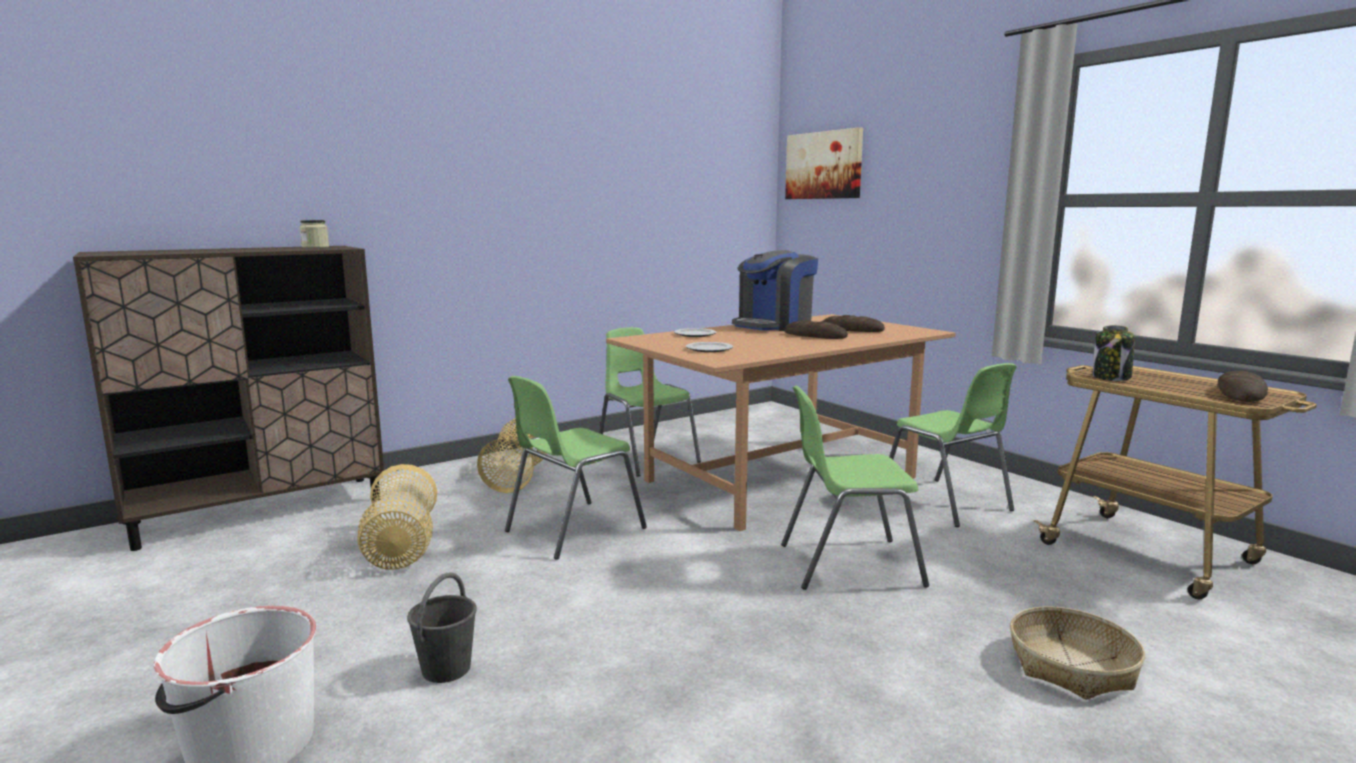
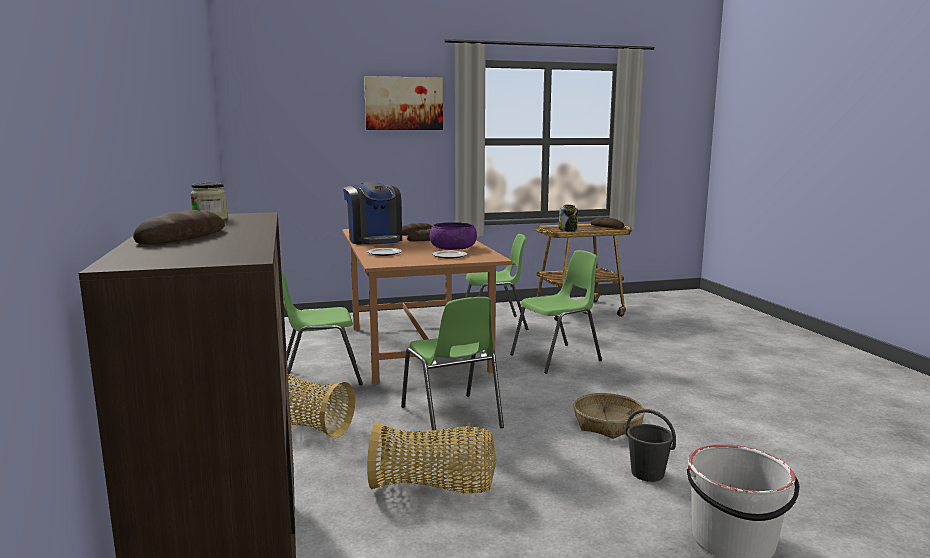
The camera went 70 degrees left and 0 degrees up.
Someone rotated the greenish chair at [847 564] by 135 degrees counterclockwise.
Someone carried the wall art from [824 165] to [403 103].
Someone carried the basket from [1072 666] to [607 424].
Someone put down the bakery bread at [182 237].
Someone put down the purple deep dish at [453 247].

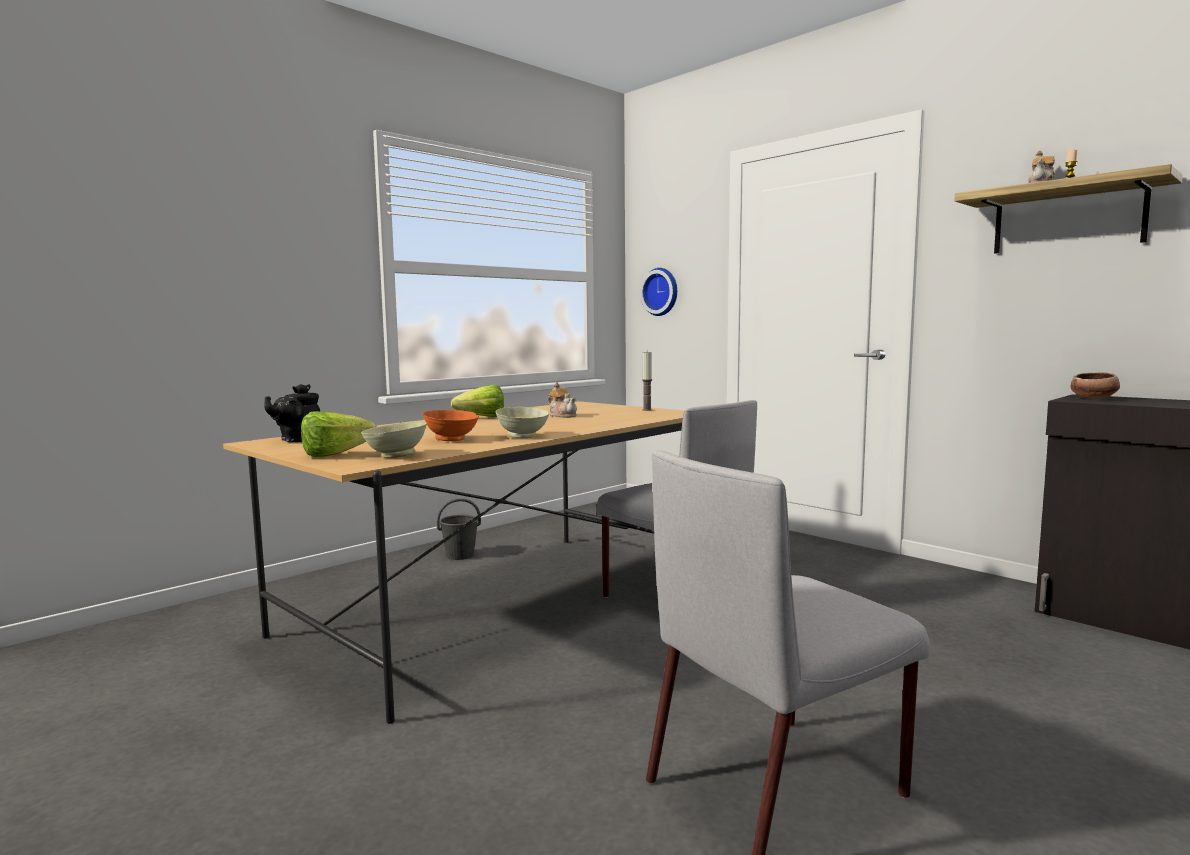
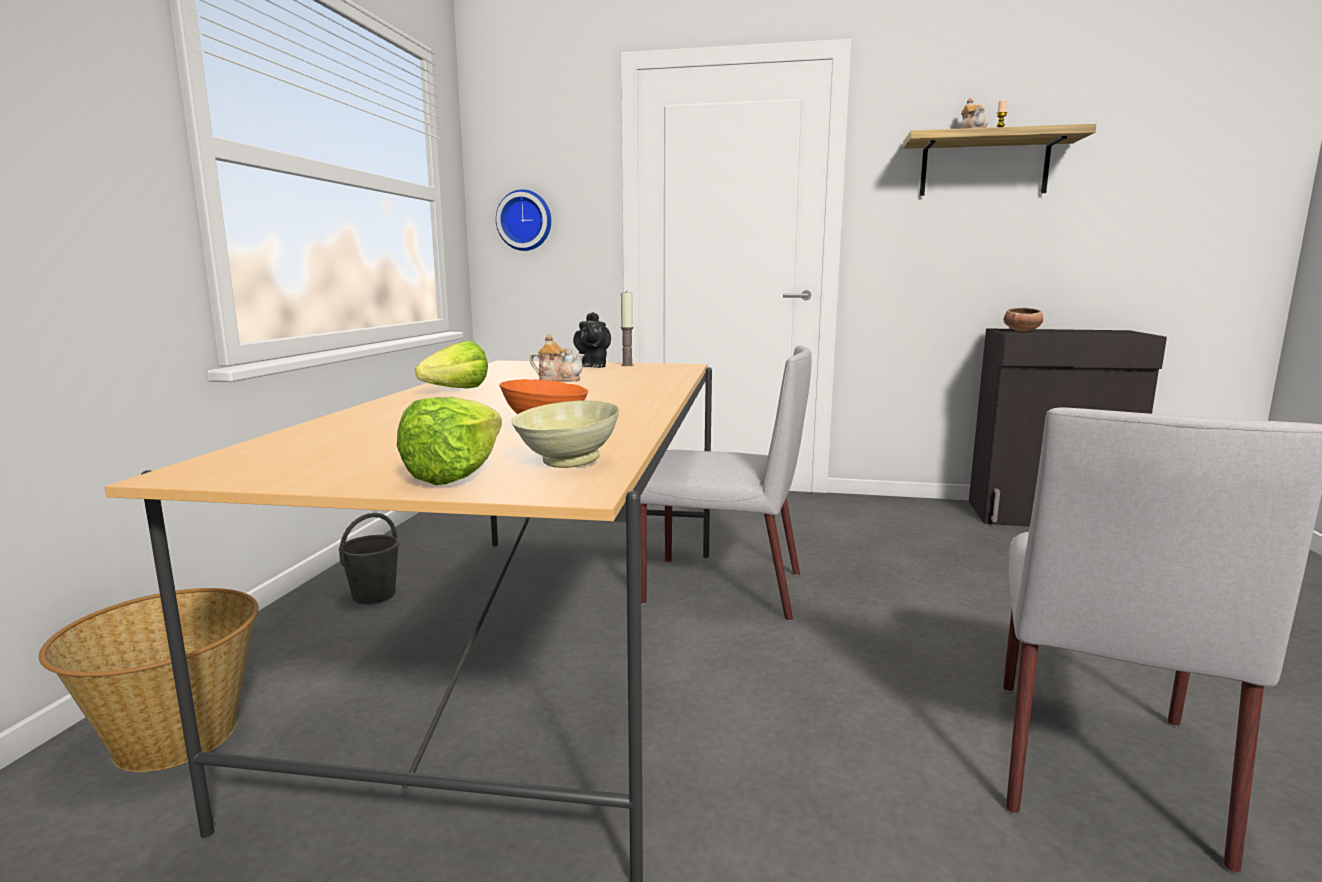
The camera went 35 degrees left and 5 degrees up.
Someone carried the black teapot from [297 440] to [592 366].
Someone took away the beige-coloured deep dish at [522 436].
Someone put down the basket at [175 738].

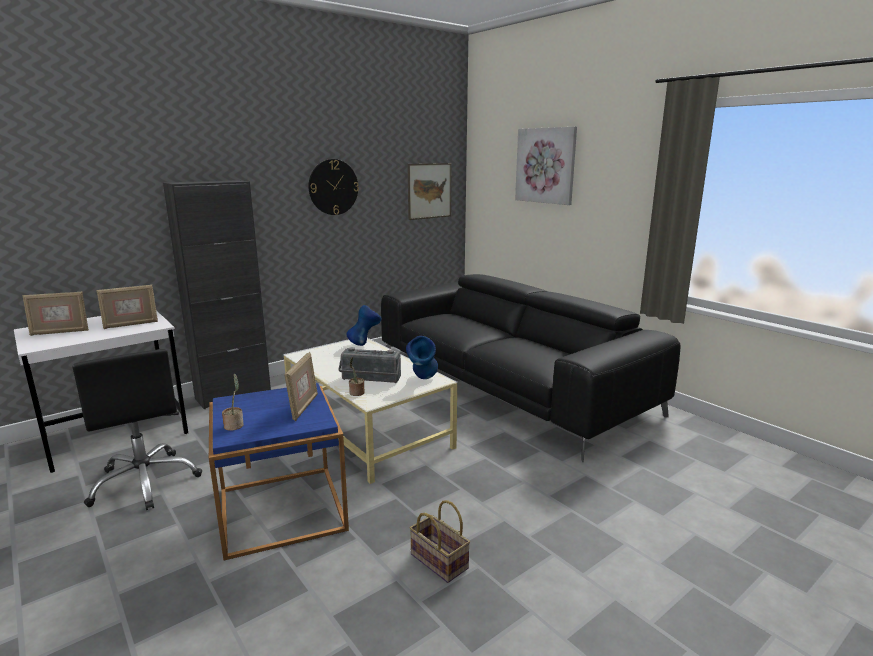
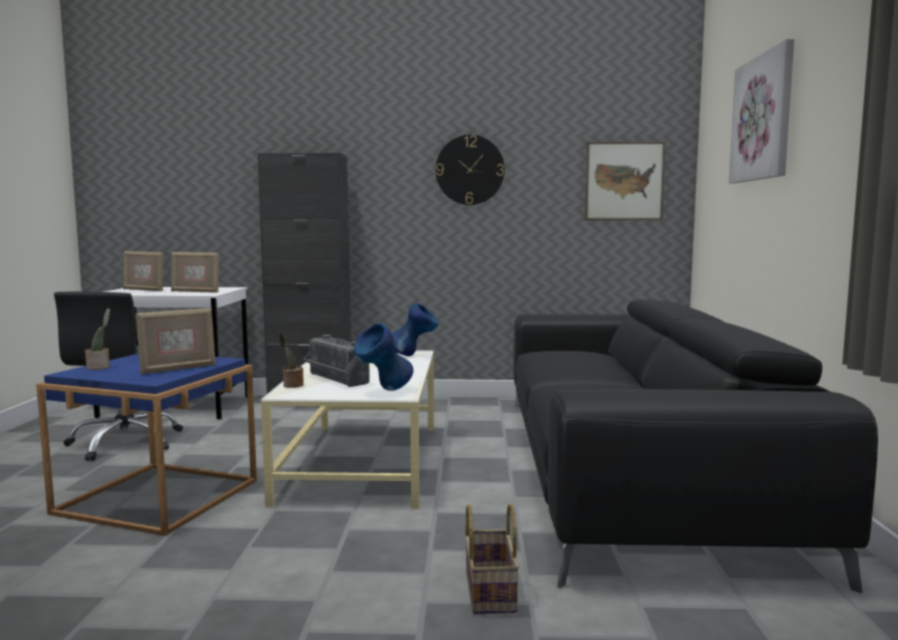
The camera went 40 degrees right and 10 degrees down.
Someone carried the basket from [437 561] to [488 590].

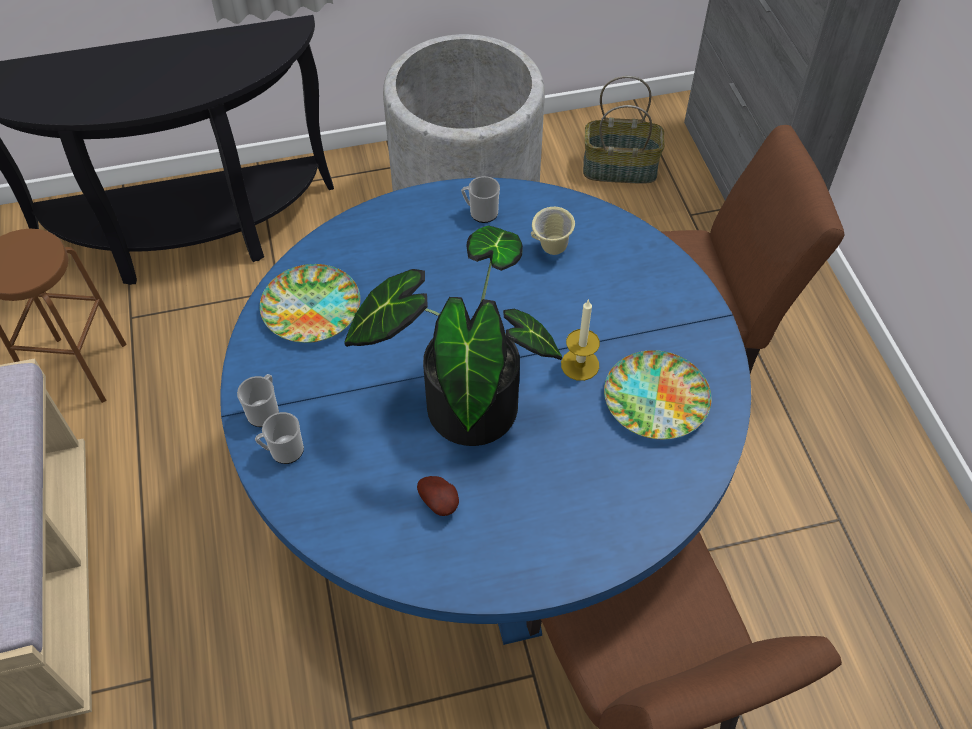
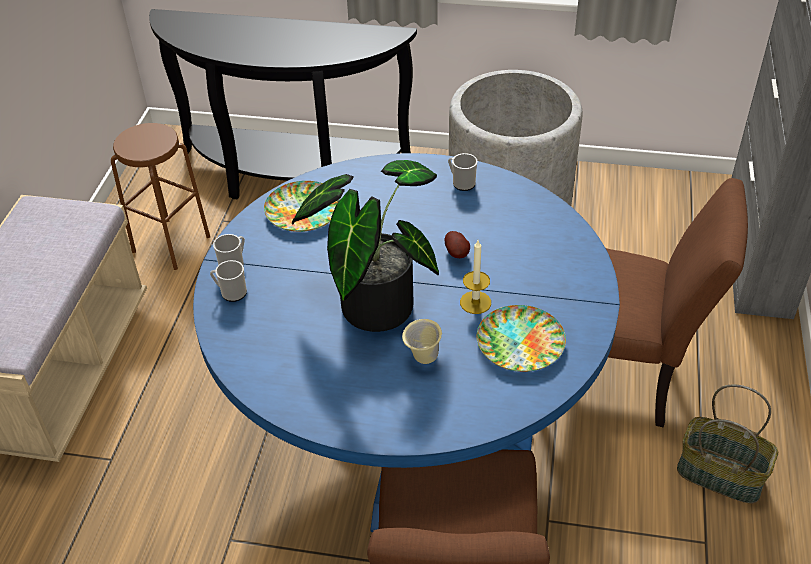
The camera went 25 degrees right and 10 degrees down.
Someone carried the whole potato from [440 502] to [457 254].
Someone carried the beige-coloured mug from [551 250] to [422 359].
Someone carried the basket from [620 168] to [721 474].

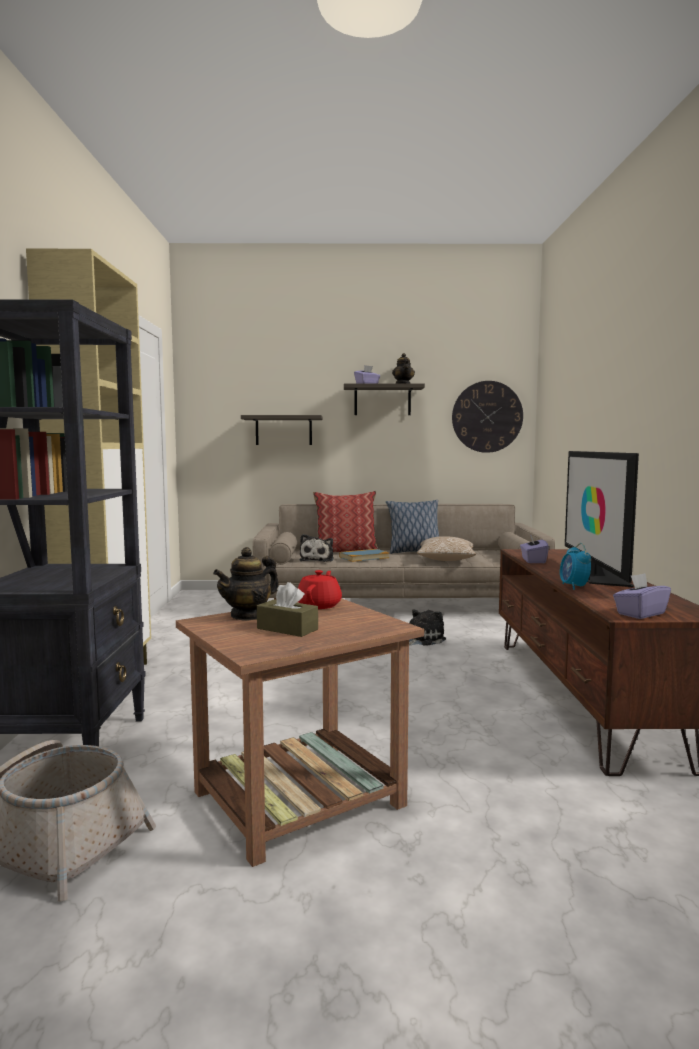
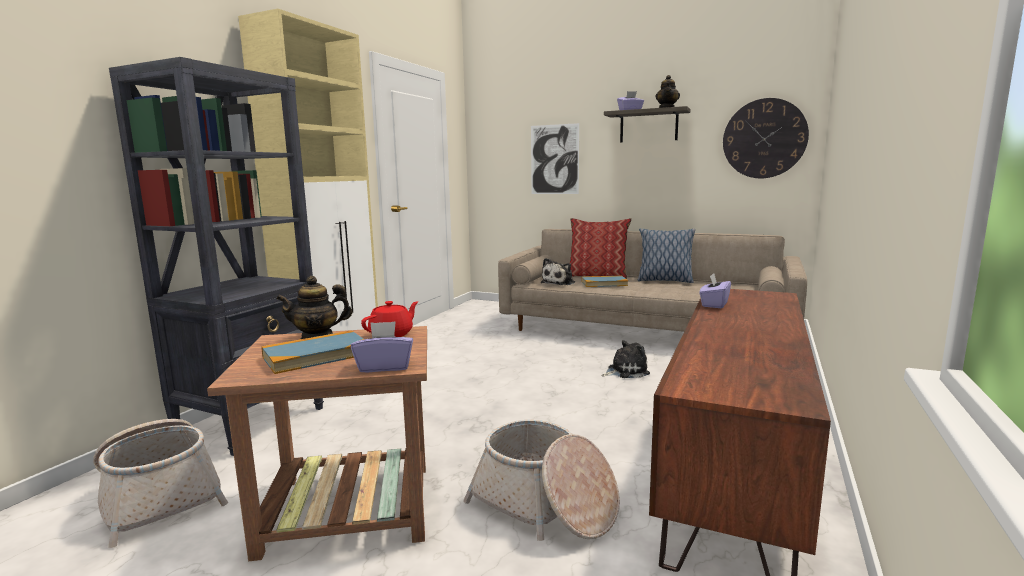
The camera went 25 degrees right and 5 degrees up.
Someone swapped the wall shelf at [283 430] for the wall art at [554 159].
Someone swapped the brown-coloured box of tissues at [287 629] for the volume at [316 356].
Someone took away the pillow at [446 560].
Someone took away the bedside clock at [574 587].
Someone took away the TV set at [595 575].
Someone carried the purple box of tissues from [640 614] to [385 366].
Someone put down the basket at [545 505].

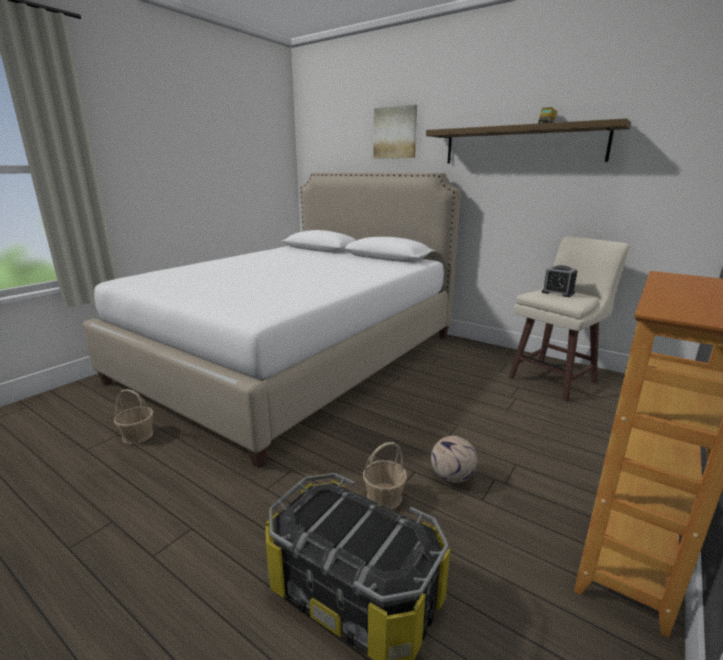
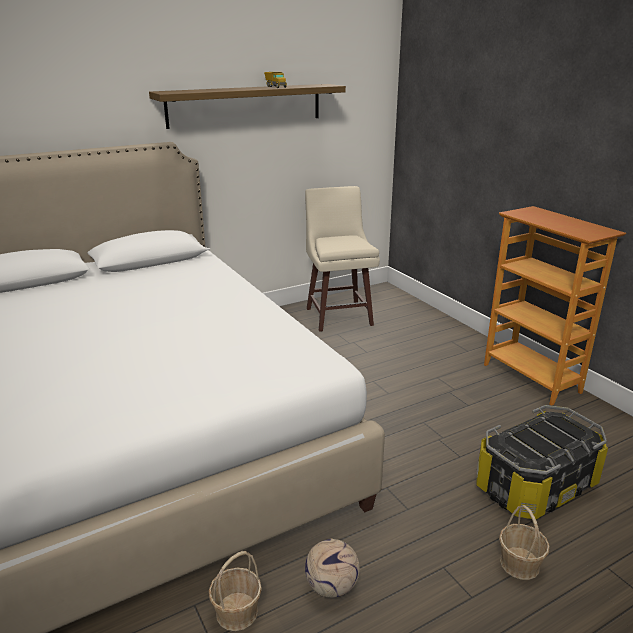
The camera went 65 degrees left and 5 degrees up.
Someone carried the basket from [384 497] to [519 563].
Someone took away the wall art at [395 133].
Someone carried the ball for football from [451 476] to [330 587].
Someone took away the bedside clock at [558 293].

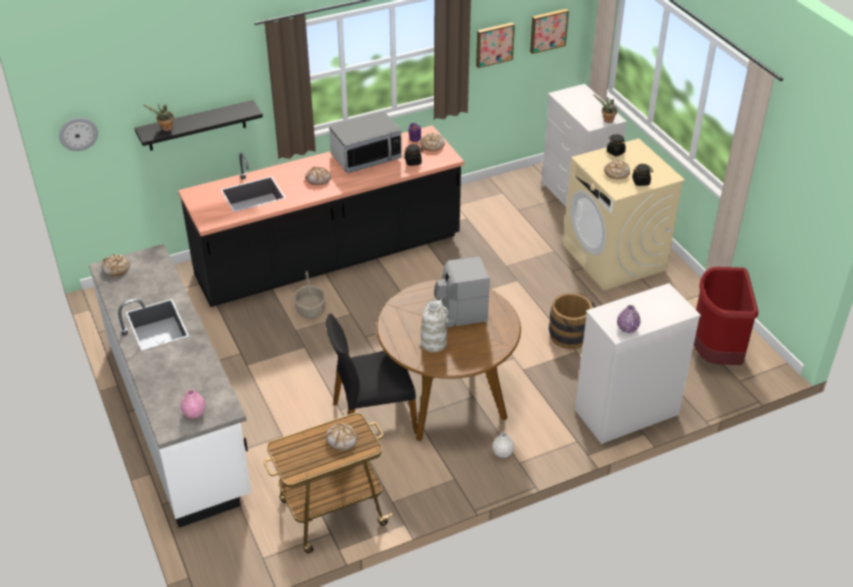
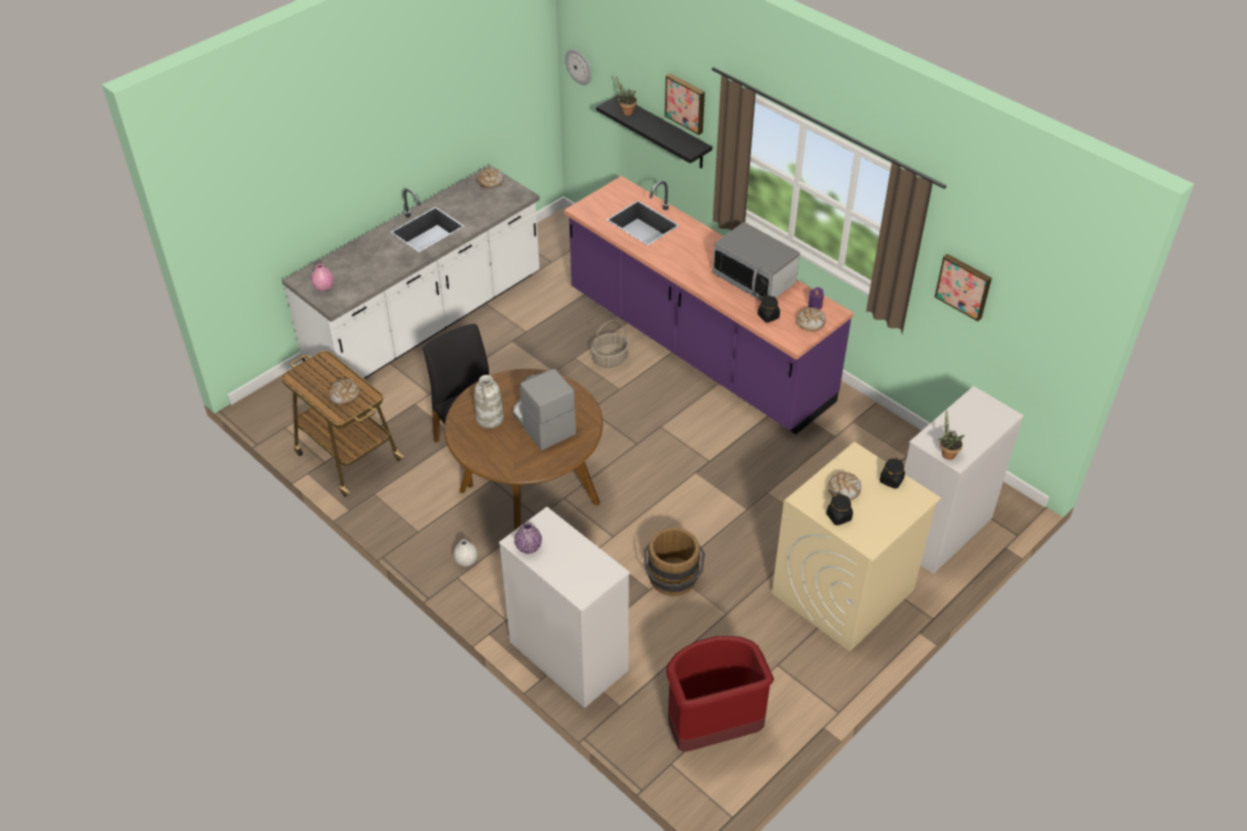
The camera went 70 degrees right and 5 degrees up.
Someone repainted the black kitchen base unit at [329 258], which became the purple kitchen base unit at [697 347].
Someone took away the bakery bread at [318 179].
Someone carried the wall art from [548 30] to [686 103].

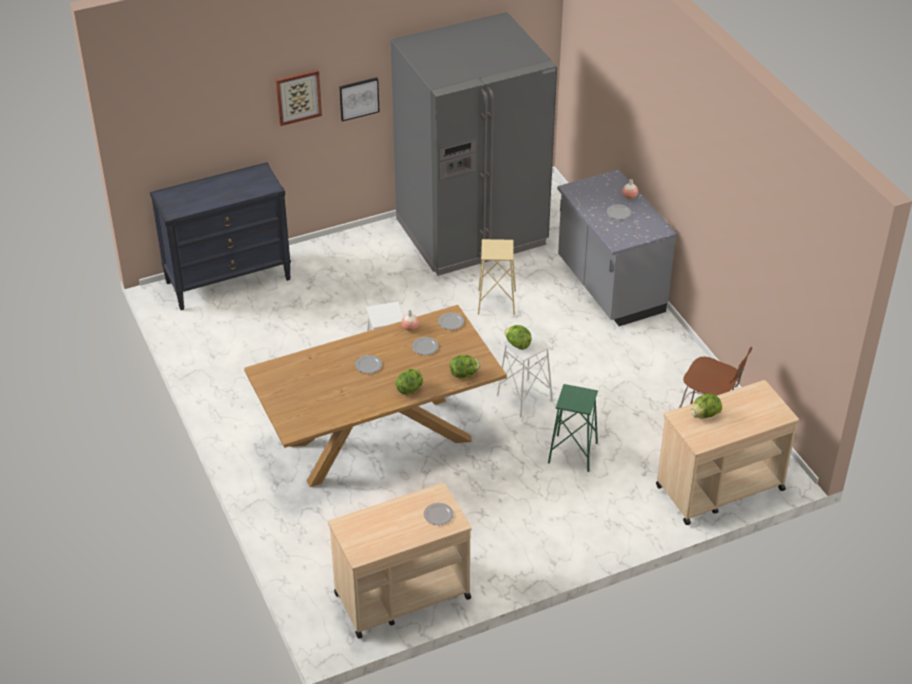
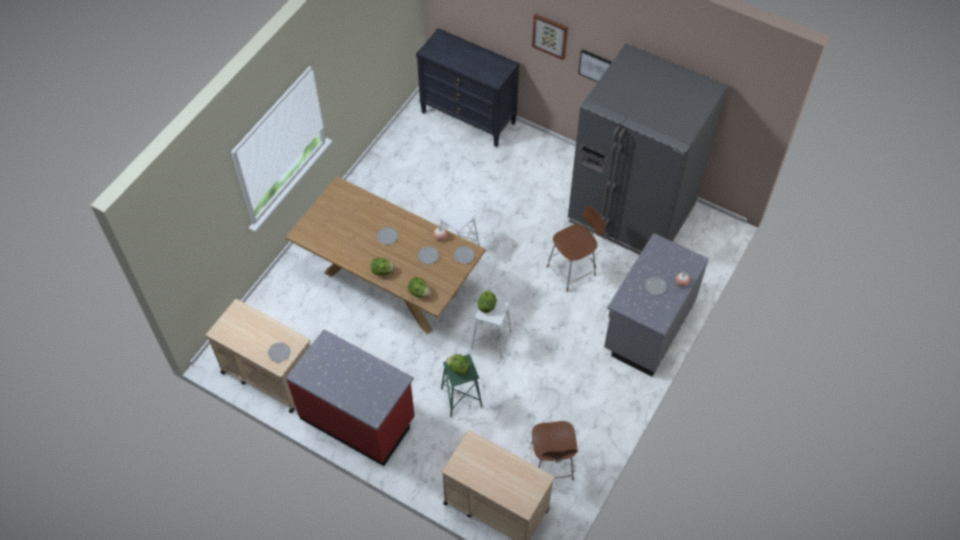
The camera went 55 degrees right and 15 degrees up.
Someone swapped the beige-coloured stool seat at [496 302] for the brown-coloured chair at [572 270].
Someone carried the lettuce from [704 415] to [458 368].
Someone put down the red kitchen base unit at [358 418].

